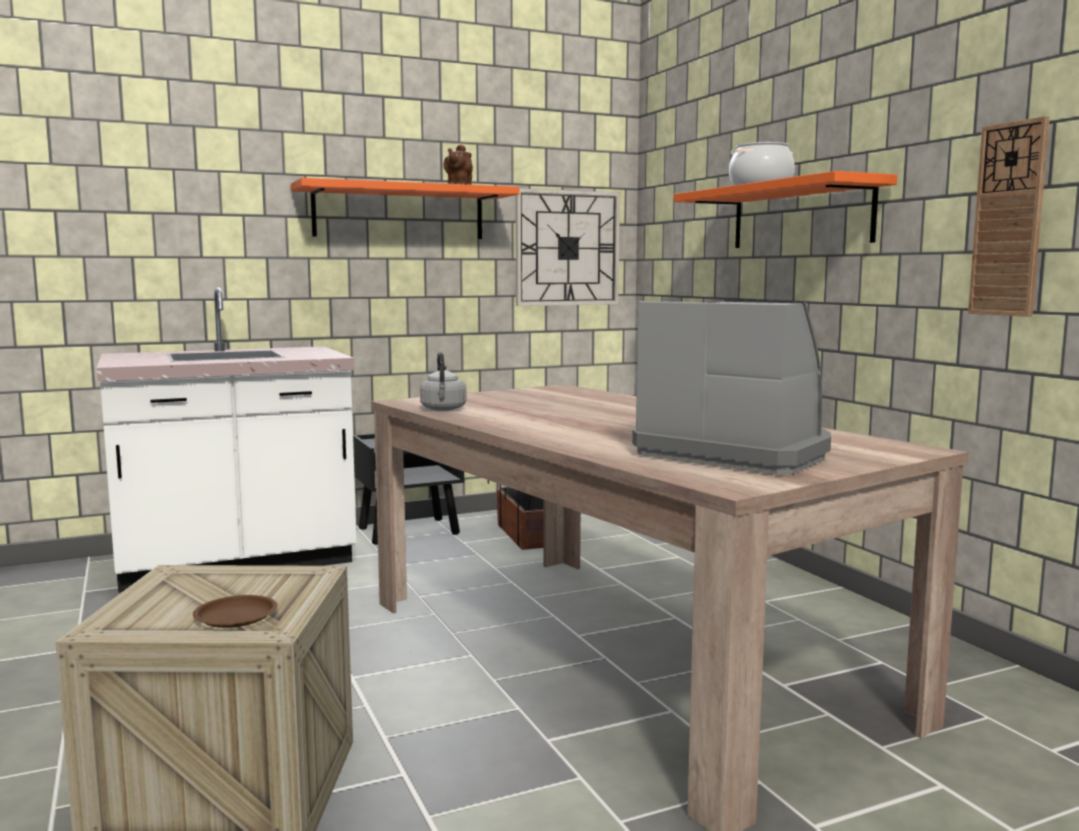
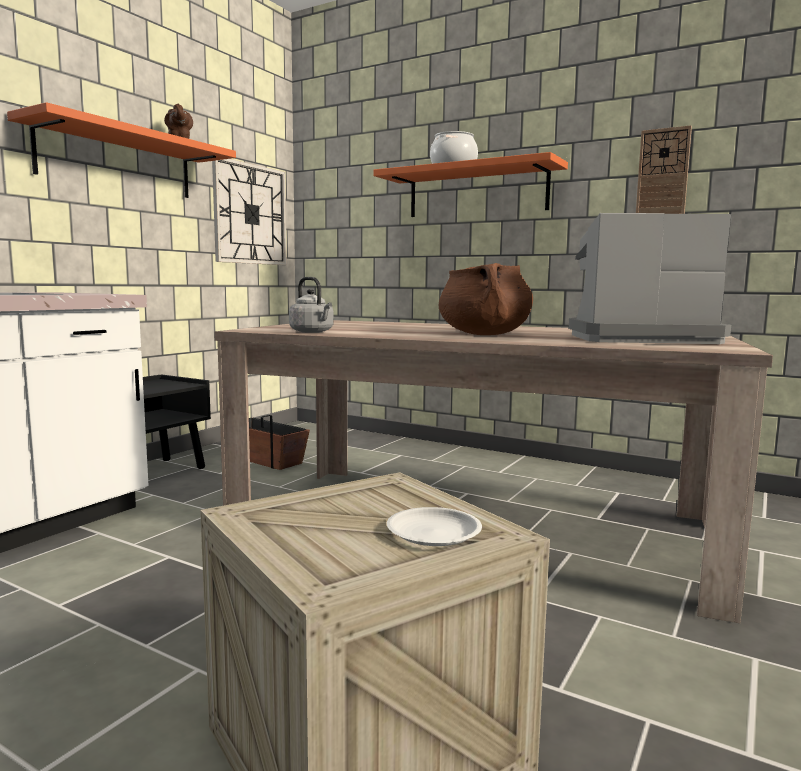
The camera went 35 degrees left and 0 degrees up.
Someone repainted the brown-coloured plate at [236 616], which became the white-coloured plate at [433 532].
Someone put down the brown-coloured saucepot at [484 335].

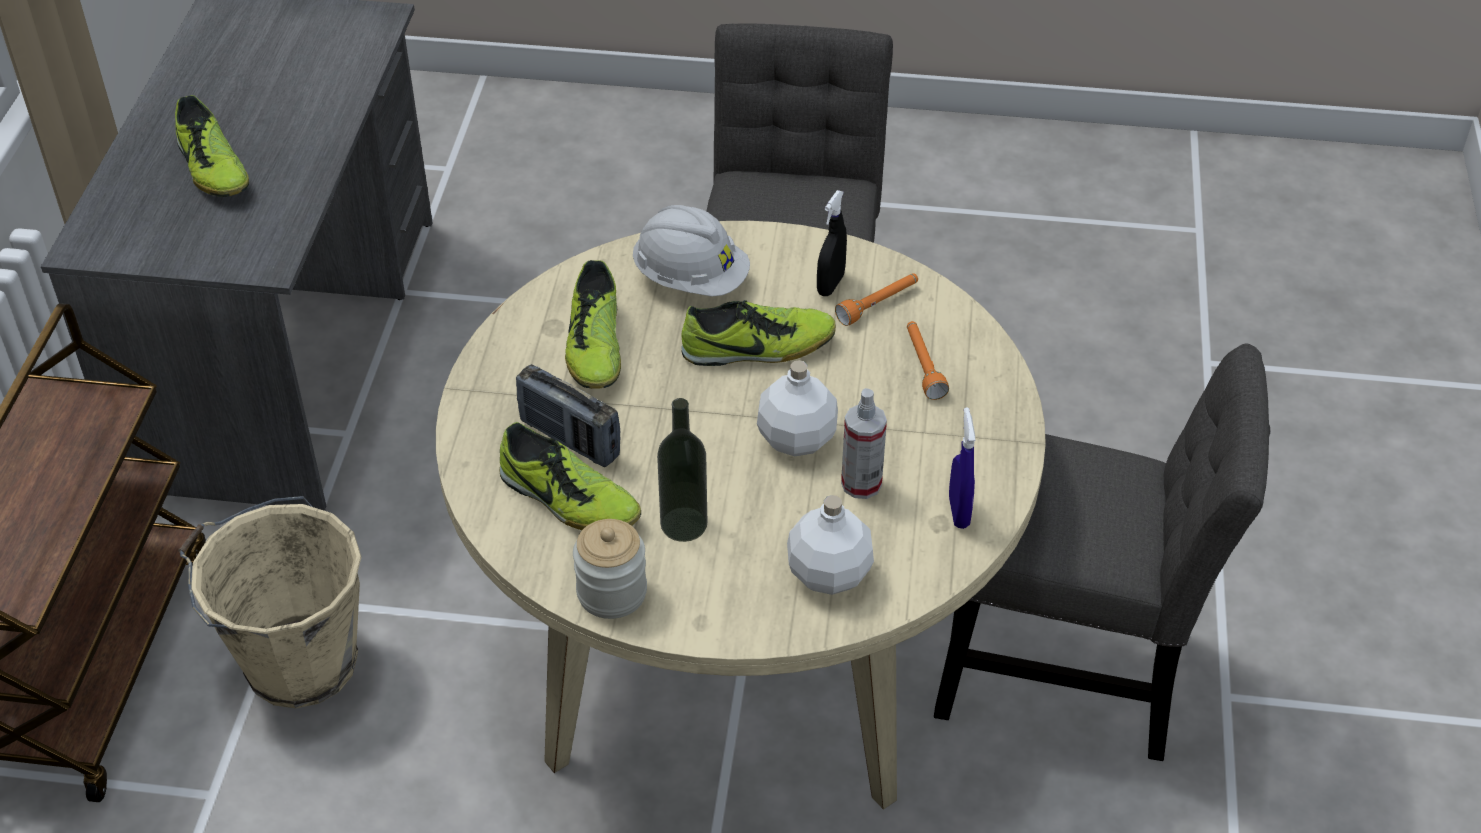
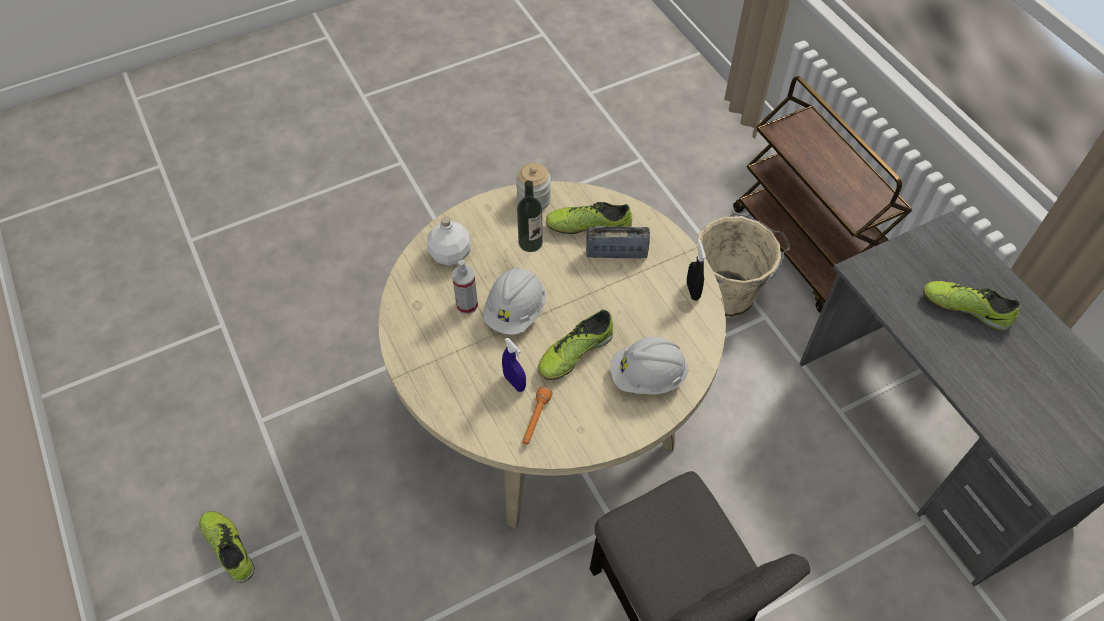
The camera went 145 degrees right and 10 degrees up.
Someone carried the item of footwear from [595 347] to [229 548].
Someone swapped the white-coloured beverage bottle at [795 438] for the white-coloured work helmet at [515 312].
Someone carried the black spray bottle from [830 285] to [692 290].
Someone took away the orange flashlight at [923 366].
Someone took away the greyish chair at [1070 675].
Someone carried the blue spray bottle from [958 512] to [514 382].

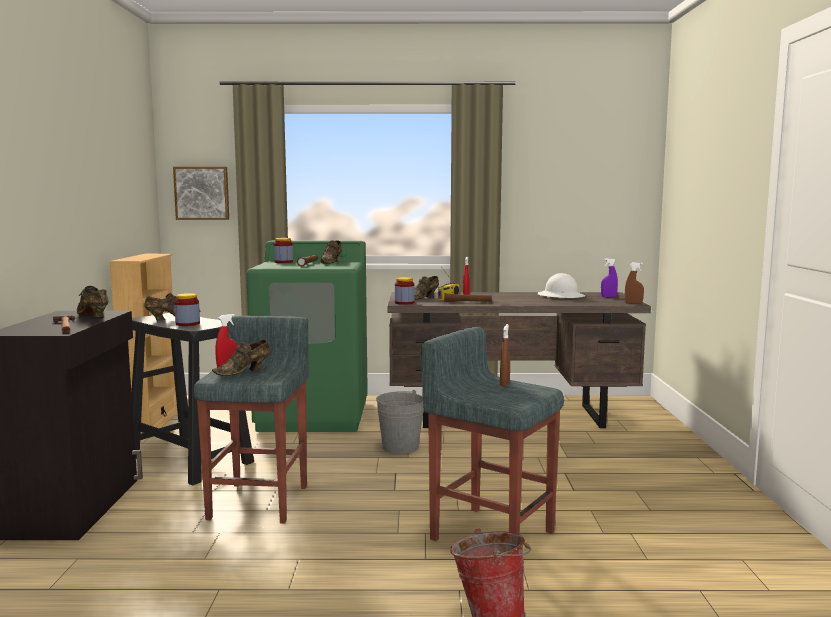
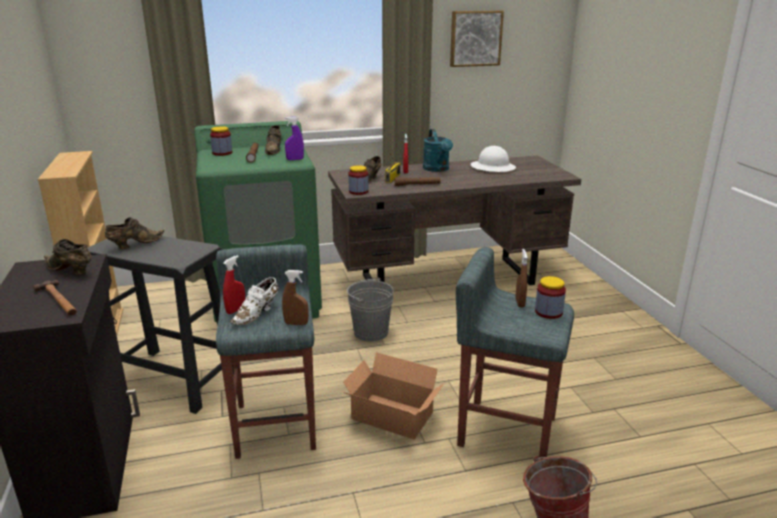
The camera went 15 degrees left and 15 degrees up.
Someone carried the wall art from [202 193] to [475 38].
Someone carried the storage jar from [187 324] to [548 312].
Someone repainted the brown-coloured item of footwear at [244 372], which became the white-coloured item of footwear at [257 314].
Someone carried the purple spray bottle from [608 297] to [295 159].
Someone carried the brown-coloured spray bottle from [633 303] to [296 323].
Someone put down the packing box at [392 418].
Someone put down the turquoise watering pot at [437 169].

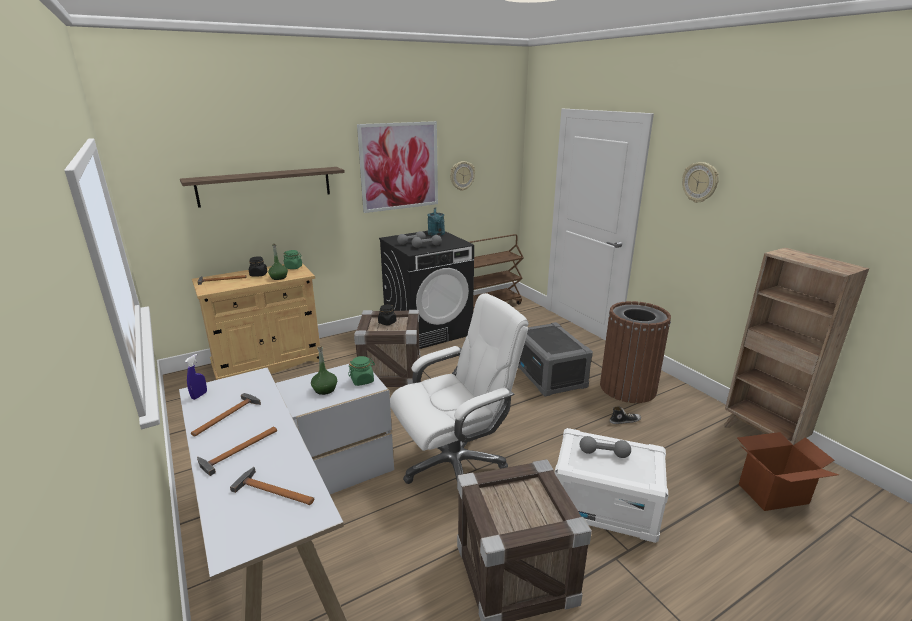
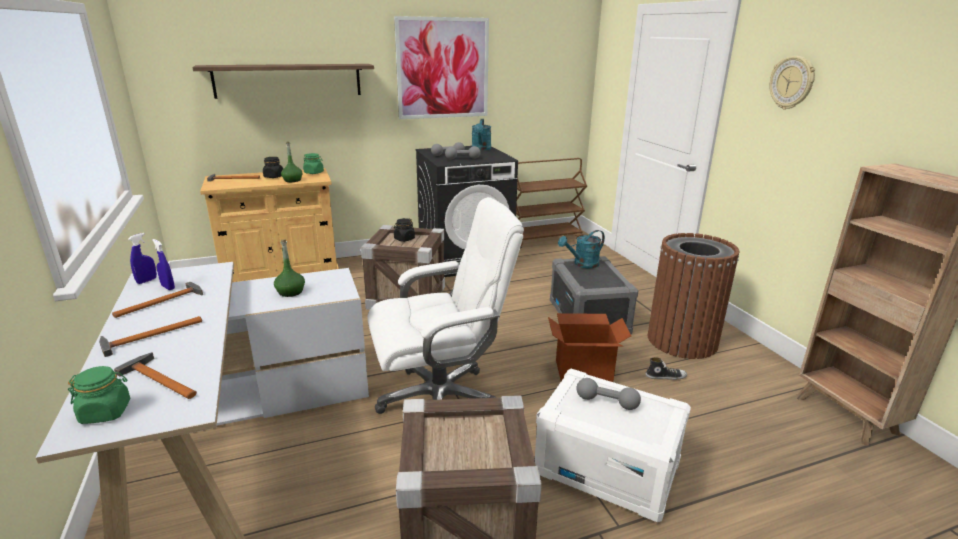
The camera went 10 degrees right and 0 degrees up.
Someone carried the greenish storage jar from [362 380] to [106 412].
Someone took away the hanging clock at [462 176].
Someone carried the packing box from [772 493] to [583 370].
Someone put down the blue spray bottle at [168 287].
Someone put down the turquoise watering pot at [582 264].

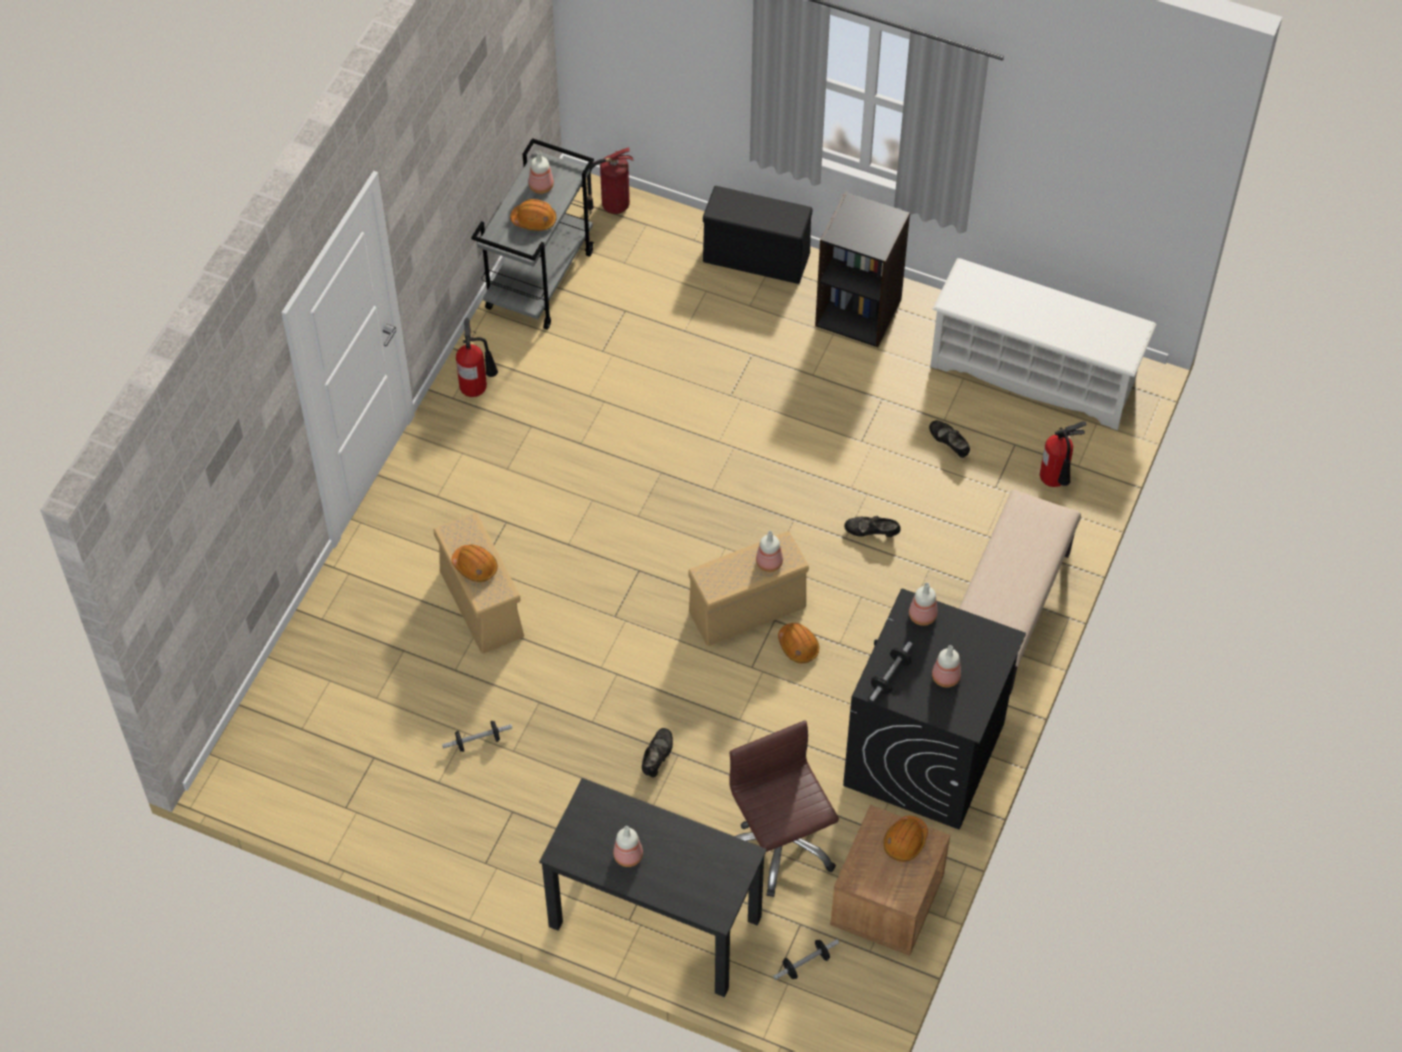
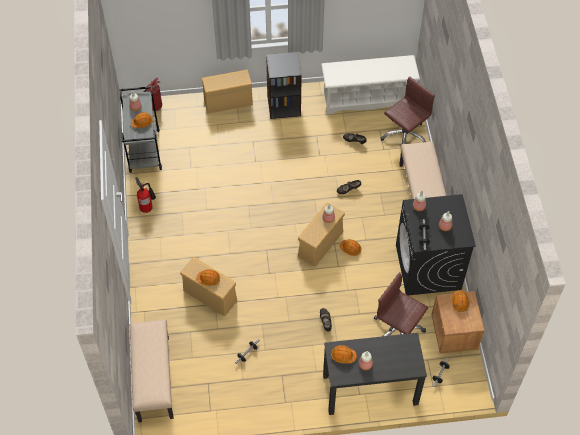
The camera went 30 degrees left and 0 degrees up.
Someone repainted the black storage box at [758 258], which became the beige-coloured storage box at [229 102].
Someone swapped the fire-fighting cylinder at [1056 481] for the brown-coloured desk chair at [404 136].
Someone put down the beige-coloured bench at [153 378].
Someone put down the orange work helmet at [343 356].

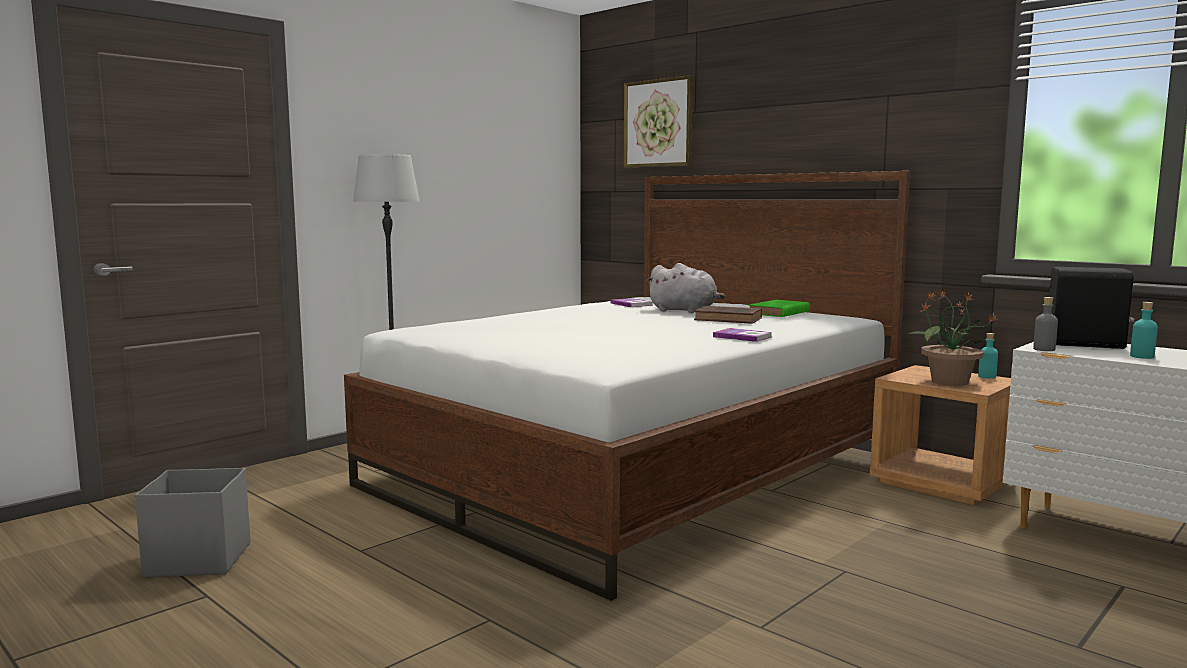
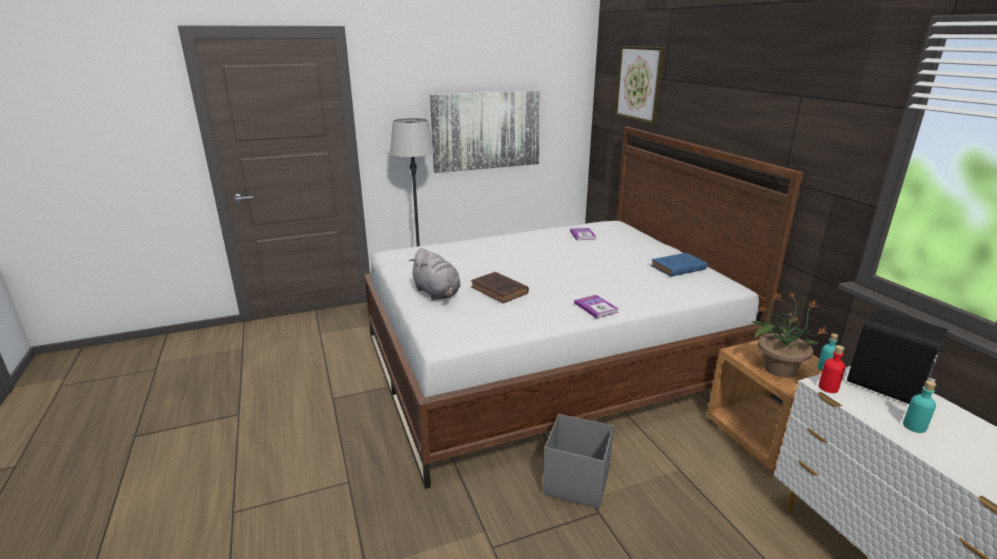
The camera went 25 degrees right and 15 degrees up.
Someone carried the greyish storage box from [197 559] to [575 482].
Someone carried the greyish plush toy from [685 311] to [437 293].
Someone carried the brown-coloured volume from [730 319] to [500 291].
Someone repainted the greenish volume at [778 313], which became the blue volume at [677 268].
Someone repainted the greyish beverage bottle at [1044 349], which became the red beverage bottle at [828 388].
Someone put up the wall art at [486 131].

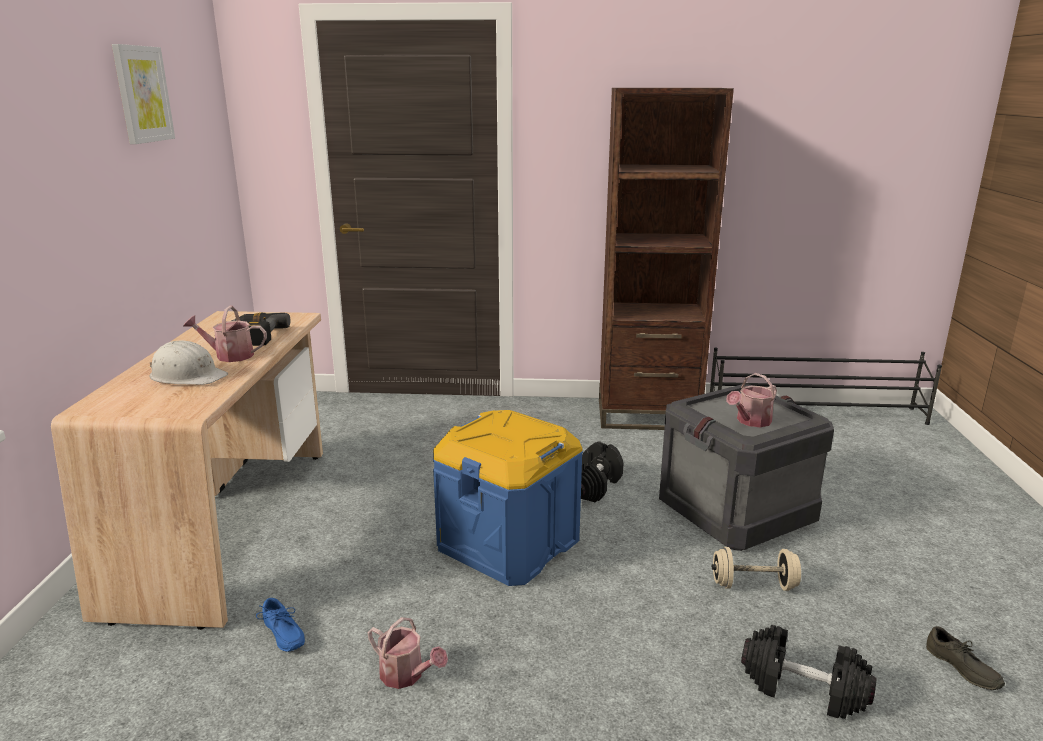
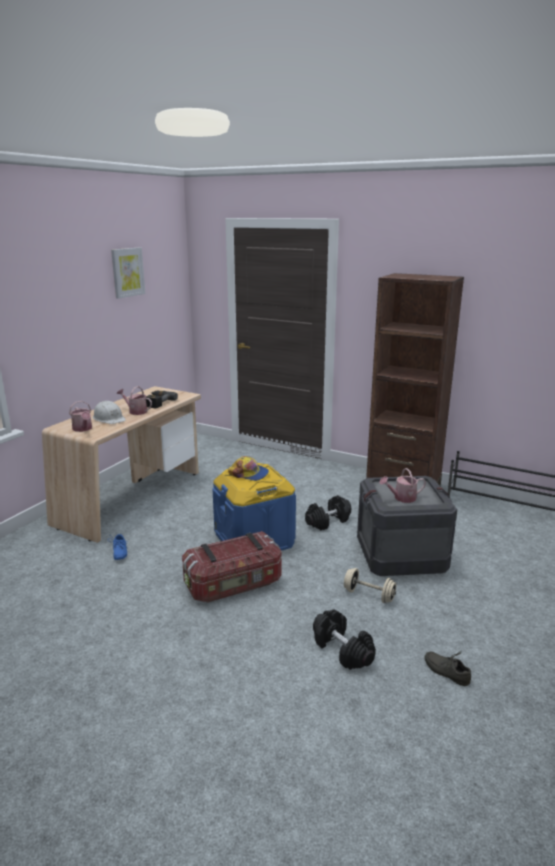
The camera went 25 degrees right and 0 degrees up.
Someone carried the watering pot from [406 675] to [83 429].
Someone rotated the greyish item of footwear at [960 669] by 135 degrees clockwise.
Someone put down the storage box at [234 585].
Someone put down the peaked cap at [249 474].

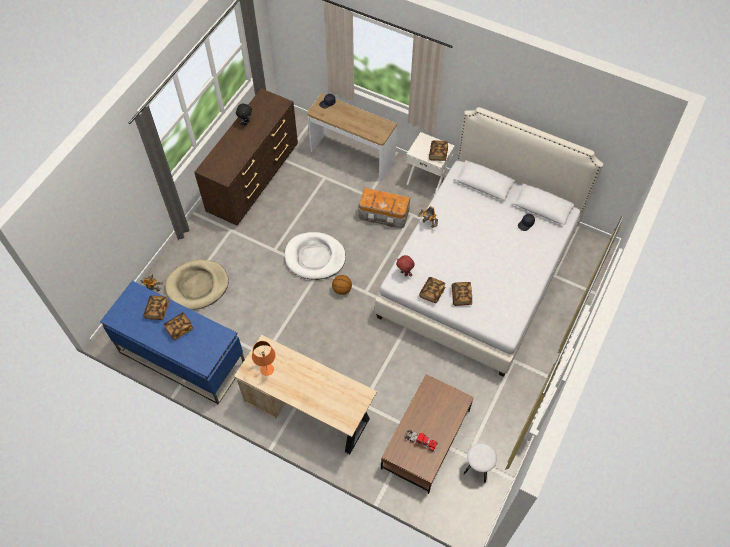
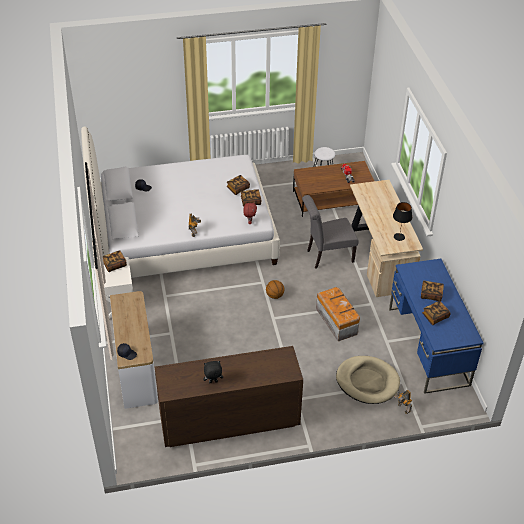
The camera went 130 degrees left and 15 degrees down.
Someone repainted the orange table lamp at [267 369], which became the black table lamp at [399 237].
Someone took away the white-coloured dog bed at [315 257].
Someone carried the storage box from [384 215] to [337 321].
Someone put down the greyish chair at [327 256].

